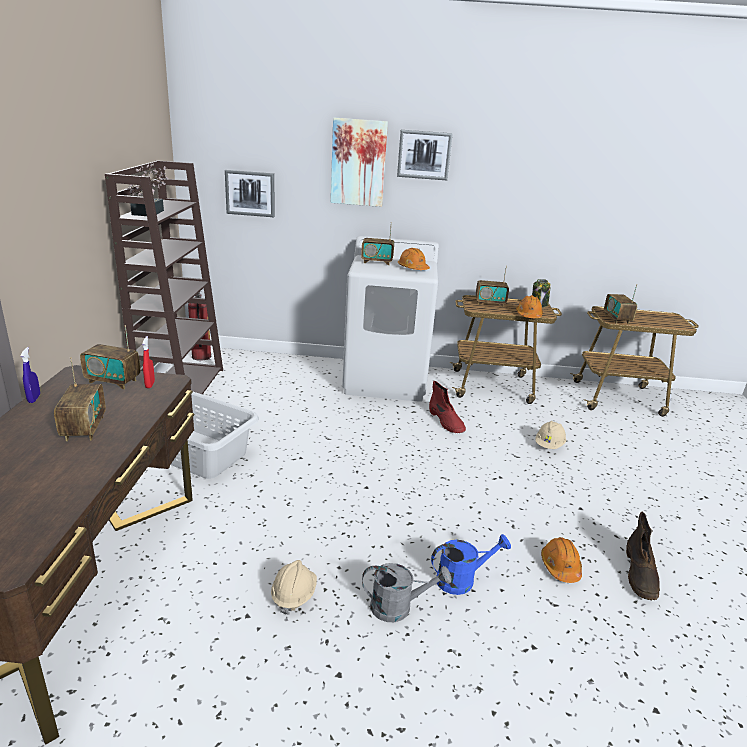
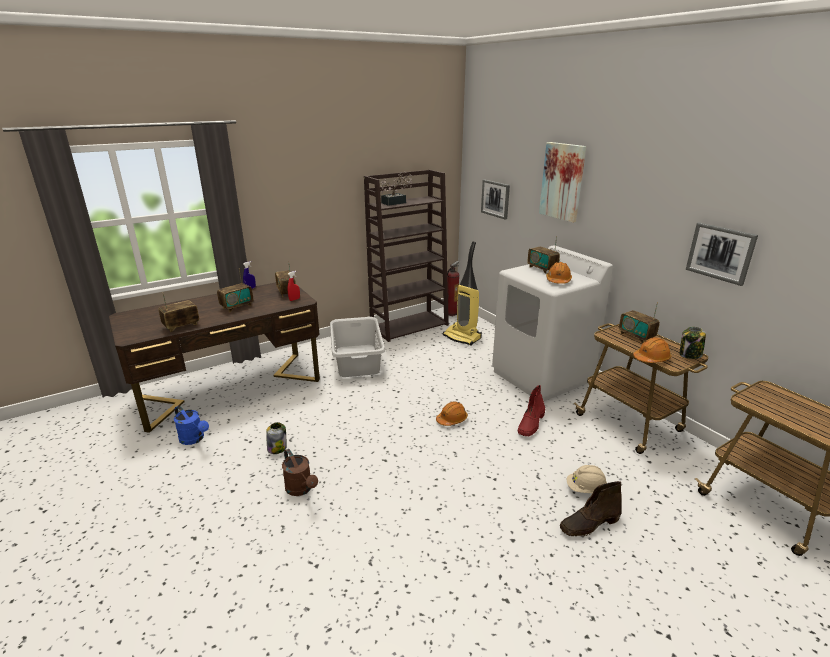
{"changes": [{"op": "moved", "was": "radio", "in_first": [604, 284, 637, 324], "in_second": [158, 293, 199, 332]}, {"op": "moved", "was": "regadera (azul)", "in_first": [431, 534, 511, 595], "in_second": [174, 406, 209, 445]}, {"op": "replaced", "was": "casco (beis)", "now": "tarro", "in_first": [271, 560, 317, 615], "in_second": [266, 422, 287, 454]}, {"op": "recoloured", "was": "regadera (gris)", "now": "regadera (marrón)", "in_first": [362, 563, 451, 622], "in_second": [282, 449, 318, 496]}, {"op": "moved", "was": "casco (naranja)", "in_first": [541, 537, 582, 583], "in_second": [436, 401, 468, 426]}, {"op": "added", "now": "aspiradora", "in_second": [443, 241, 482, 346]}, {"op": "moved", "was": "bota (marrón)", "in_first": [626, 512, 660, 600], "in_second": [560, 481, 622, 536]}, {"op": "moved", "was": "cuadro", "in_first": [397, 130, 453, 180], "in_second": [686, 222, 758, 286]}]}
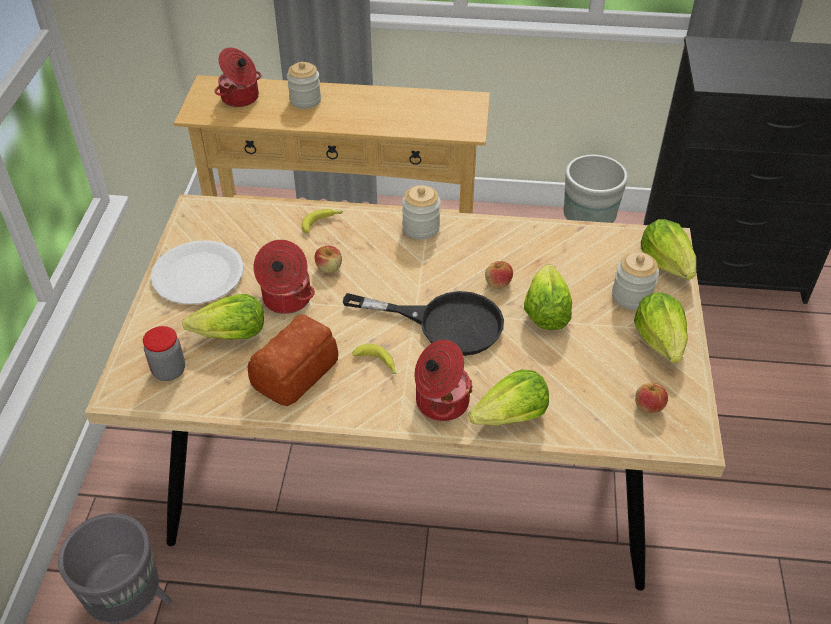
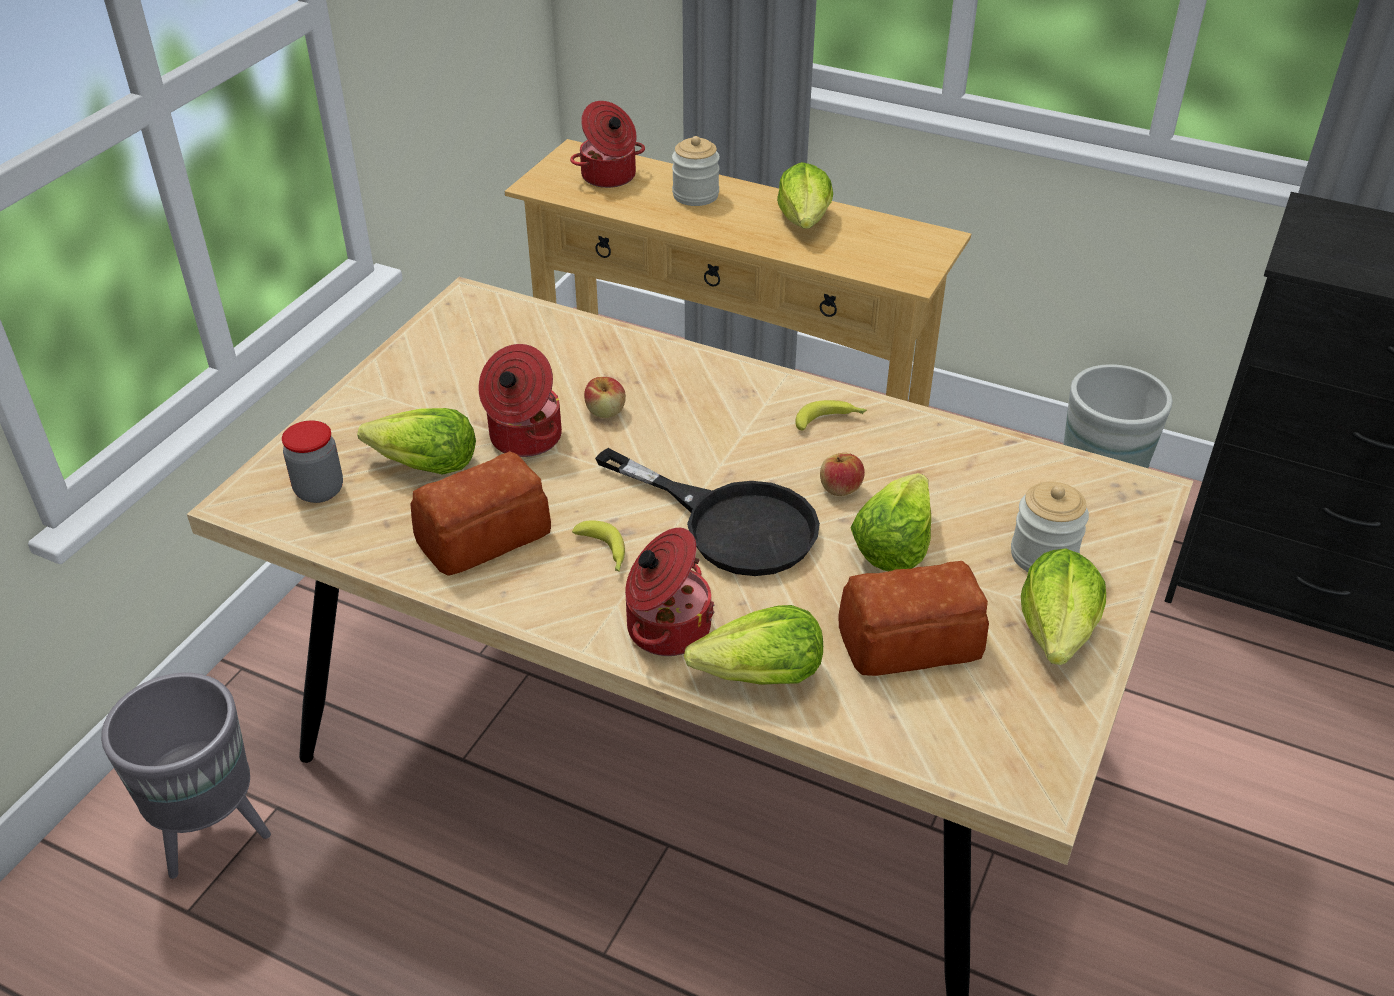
{"changes": [{"op": "moved", "was": "lechuga", "in_first": [641, 219, 696, 280], "in_second": [777, 162, 833, 229]}, {"op": "moved", "was": "plátano", "in_first": [302, 209, 343, 233], "in_second": [795, 400, 867, 431]}, {"op": "added", "now": "pan", "in_second": [838, 561, 989, 676]}, {"op": "removed", "was": "plato (blanco)", "in_first": [151, 240, 244, 305]}, {"op": "removed", "was": "tarro", "in_first": [402, 185, 441, 239]}, {"op": "removed", "was": "manzana", "in_first": [635, 383, 668, 413]}]}
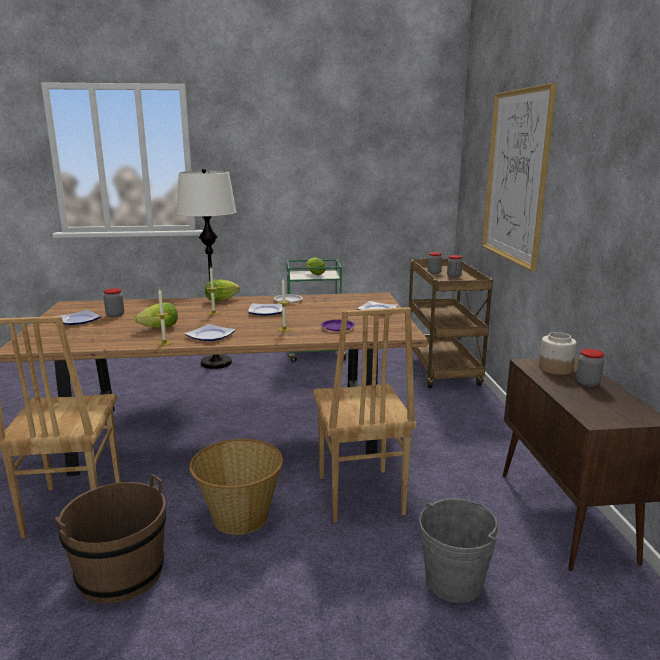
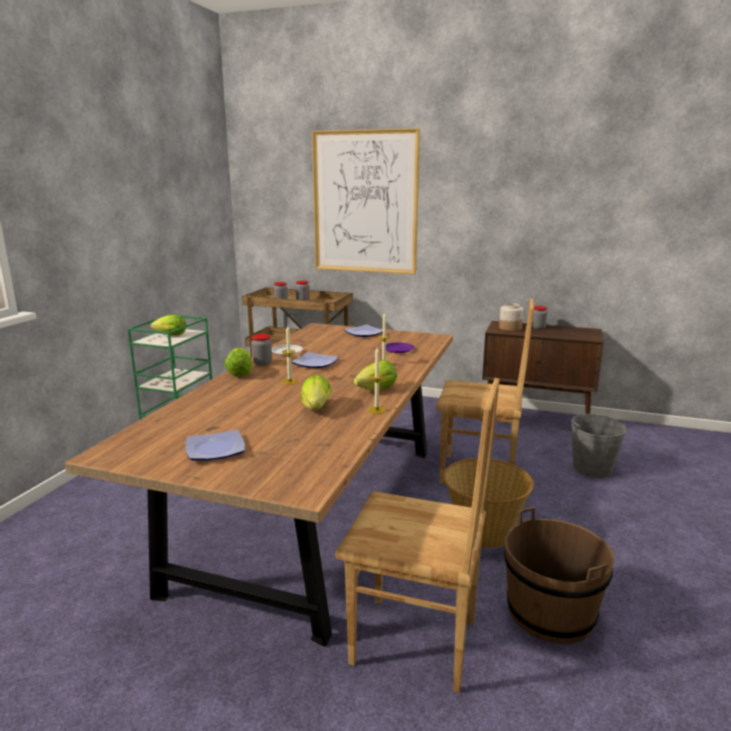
{"changes": [{"op": "moved", "was": "tarro", "in_first": [103, 288, 124, 317], "in_second": [251, 334, 272, 366]}, {"op": "replaced", "was": "plato", "now": "lechuga", "in_first": [185, 324, 236, 341], "in_second": [354, 360, 397, 390]}, {"op": "removed", "was": "lámpara de pie (blanco)", "in_first": [176, 169, 236, 369]}]}
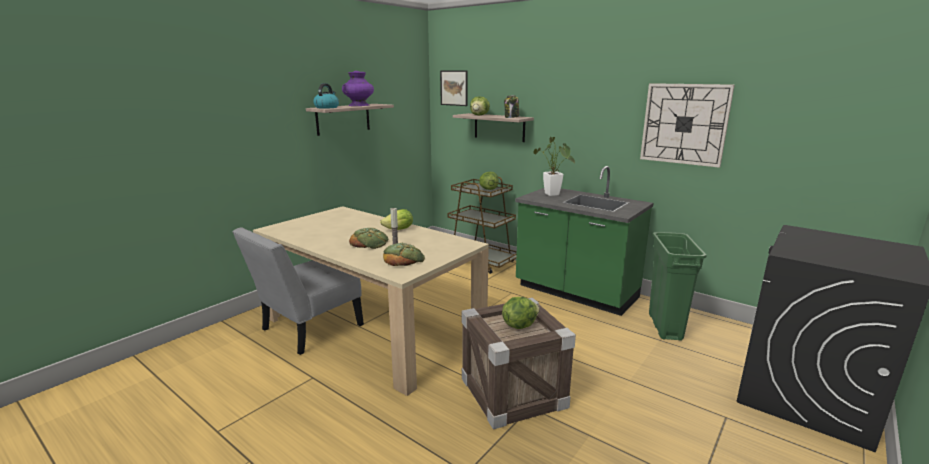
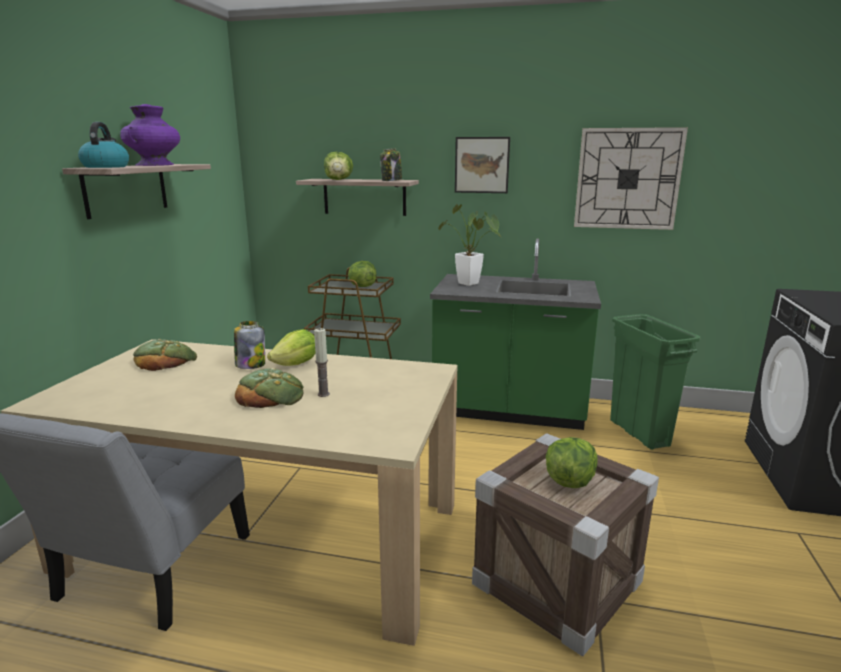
{"changes": [{"op": "moved", "was": "pan", "in_first": [383, 242, 425, 266], "in_second": [133, 339, 197, 371]}, {"op": "added", "now": "tarro", "in_second": [234, 321, 265, 369]}, {"op": "moved", "was": "cuadro", "in_first": [440, 70, 467, 106], "in_second": [455, 137, 510, 193]}]}
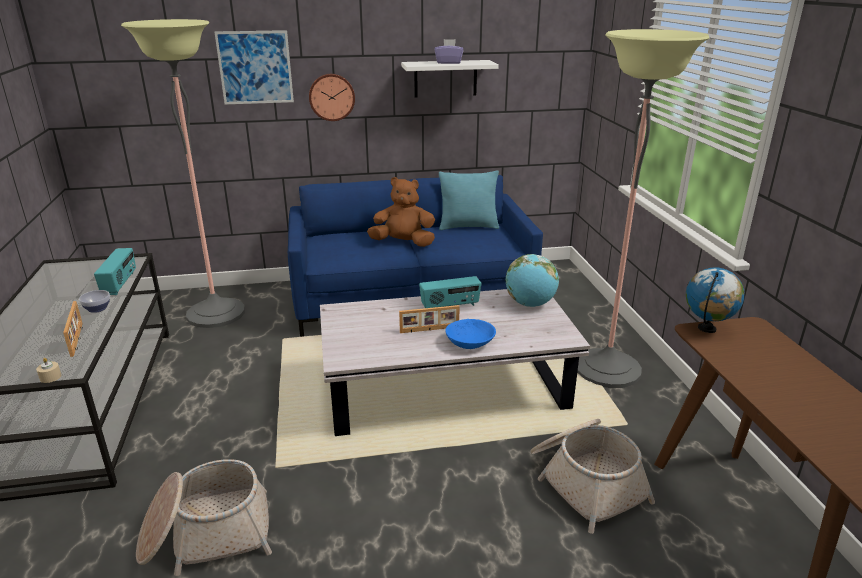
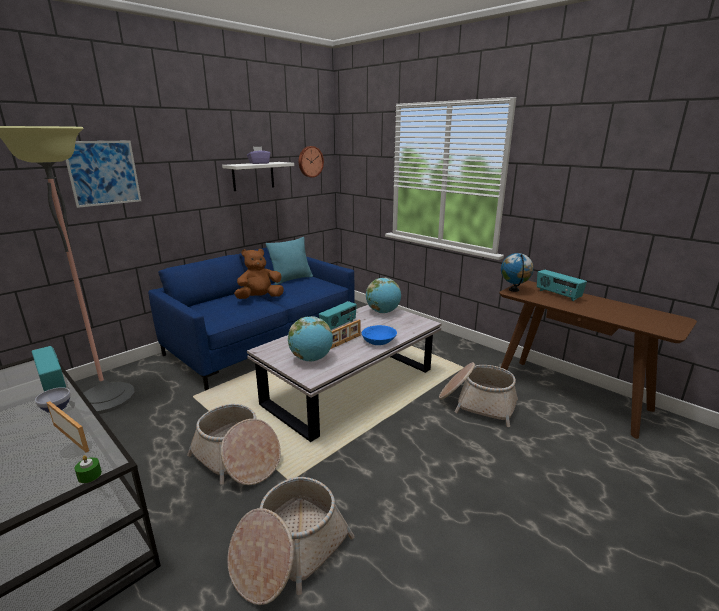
{"changes": [{"op": "recoloured", "was": "vela (beis)", "now": "vela (verde)", "in_first": [36, 358, 61, 383], "in_second": [74, 455, 102, 483]}, {"op": "added", "now": "cesta", "in_second": [187, 404, 281, 485]}, {"op": "added", "now": "globo terráqueo", "in_second": [288, 316, 333, 361]}, {"op": "moved", "was": "reloj de pared", "in_first": [309, 74, 355, 121], "in_second": [299, 146, 324, 178]}, {"op": "added", "now": "radio", "in_second": [537, 270, 587, 301]}, {"op": "removed", "was": "lámpara de pie", "in_first": [577, 29, 709, 388]}]}
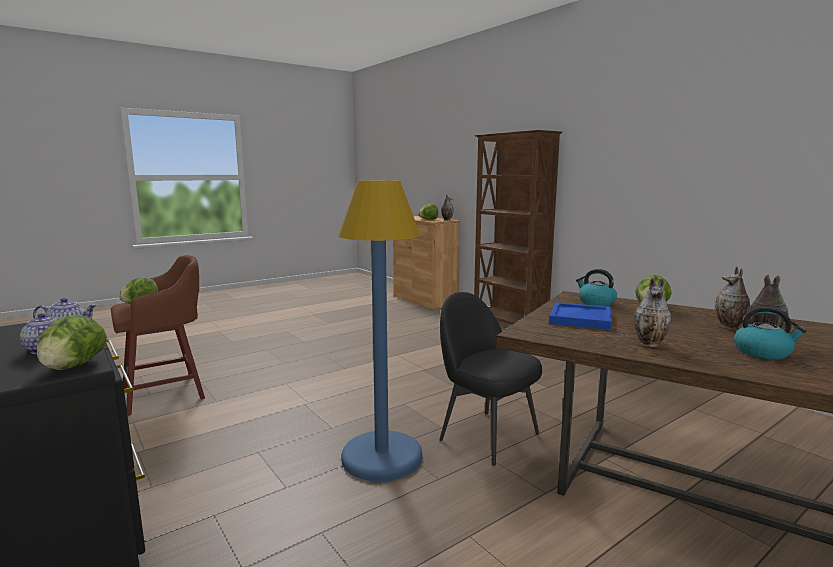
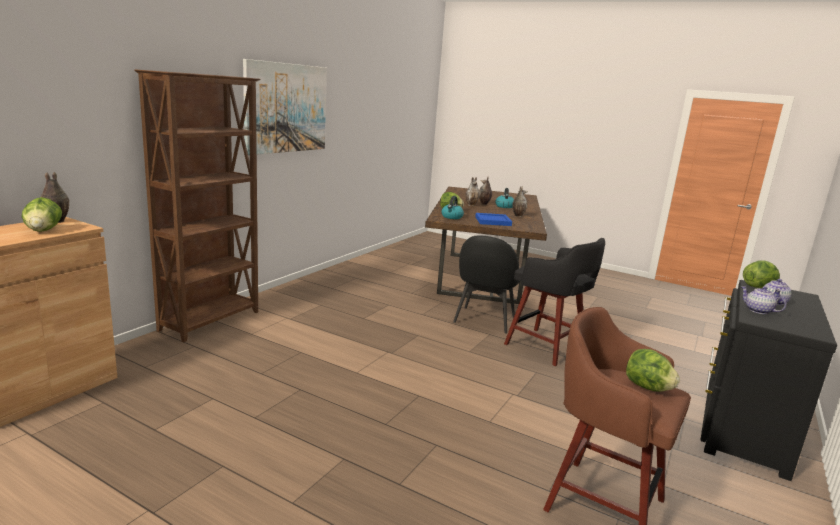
{"changes": [{"op": "added", "now": "cuadro", "in_second": [243, 59, 327, 155]}, {"op": "replaced", "was": "lámpara de pie (azul)", "now": "taburete (negro)", "in_first": [338, 180, 422, 481], "in_second": [504, 238, 605, 366]}]}
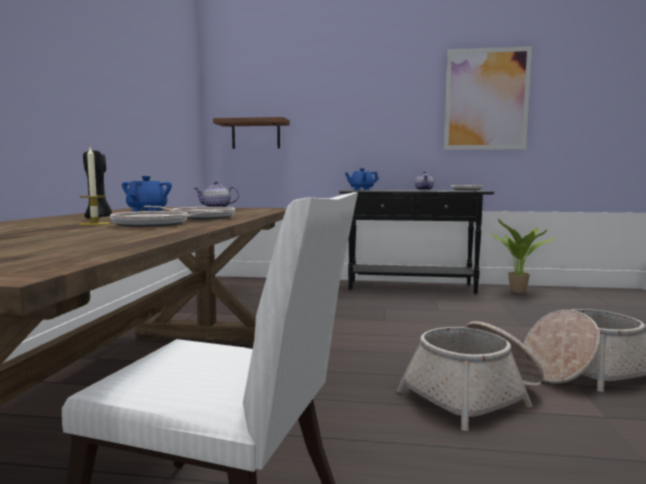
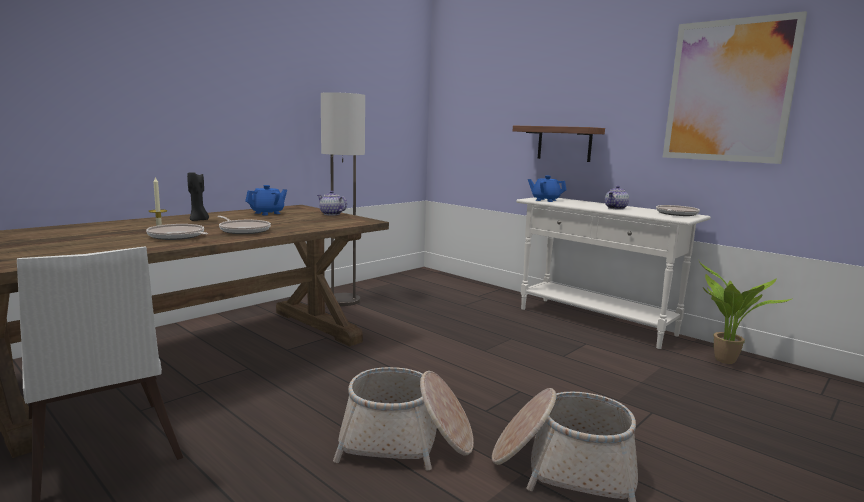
{"changes": [{"op": "added", "now": "lámpara de pie", "in_second": [321, 92, 365, 306]}, {"op": "moved", "was": "estante", "in_first": [213, 117, 290, 149], "in_second": [513, 126, 605, 162]}, {"op": "recoloured", "was": "mesa consola (negro)", "now": "mesa consola (blanco)", "in_first": [339, 190, 494, 294], "in_second": [516, 197, 711, 349]}]}
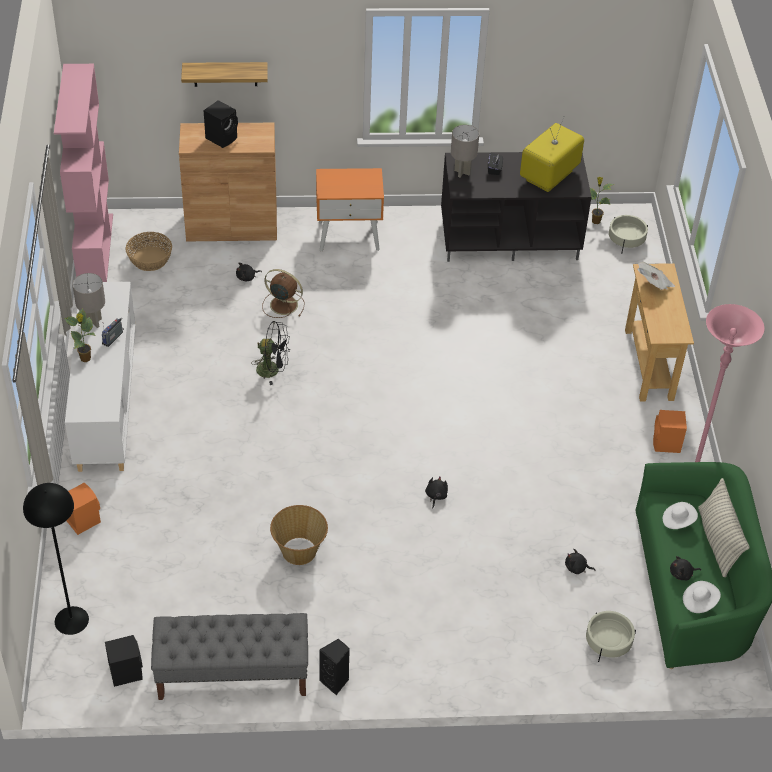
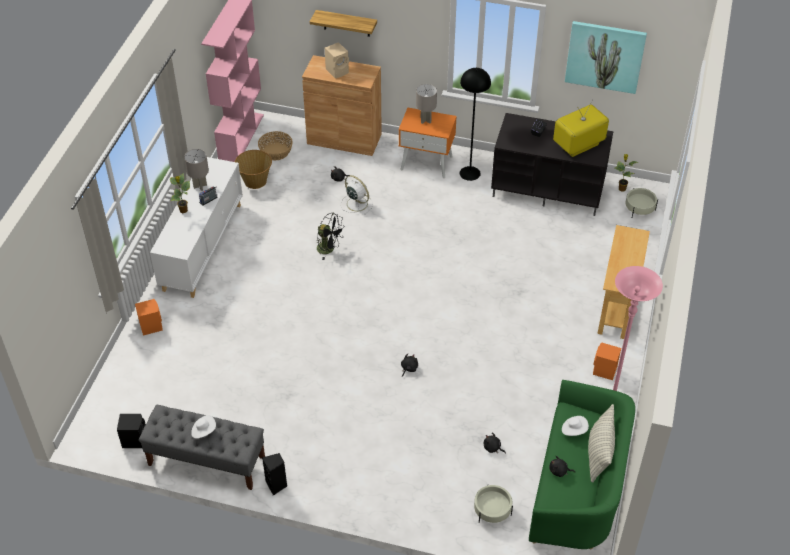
{"changes": [{"op": "moved", "was": "sombrero (blanco)", "in_first": [683, 581, 721, 613], "in_second": [191, 415, 216, 438]}, {"op": "moved", "was": "cesta", "in_first": [270, 505, 328, 565], "in_second": [235, 150, 272, 189]}, {"op": "recoloured", "was": "altavoz (negro)", "now": "altavoz (beis)", "in_first": [204, 100, 238, 148], "in_second": [325, 42, 349, 78]}, {"op": "recoloured", "was": "ventilador (marrón)", "now": "ventilador (blanco)", "in_first": [262, 269, 305, 318], "in_second": [340, 175, 373, 215]}, {"op": "moved", "was": "lámpara de mesa (gris)", "in_first": [451, 125, 479, 177], "in_second": [416, 84, 437, 124]}, {"op": "moved", "was": "lámpara de pie (negro)", "in_first": [23, 483, 89, 635], "in_second": [460, 68, 491, 181]}, {"op": "added", "now": "cuadro", "in_second": [565, 21, 647, 94]}, {"op": "removed", "was": "periódico", "in_first": [637, 262, 675, 290]}]}
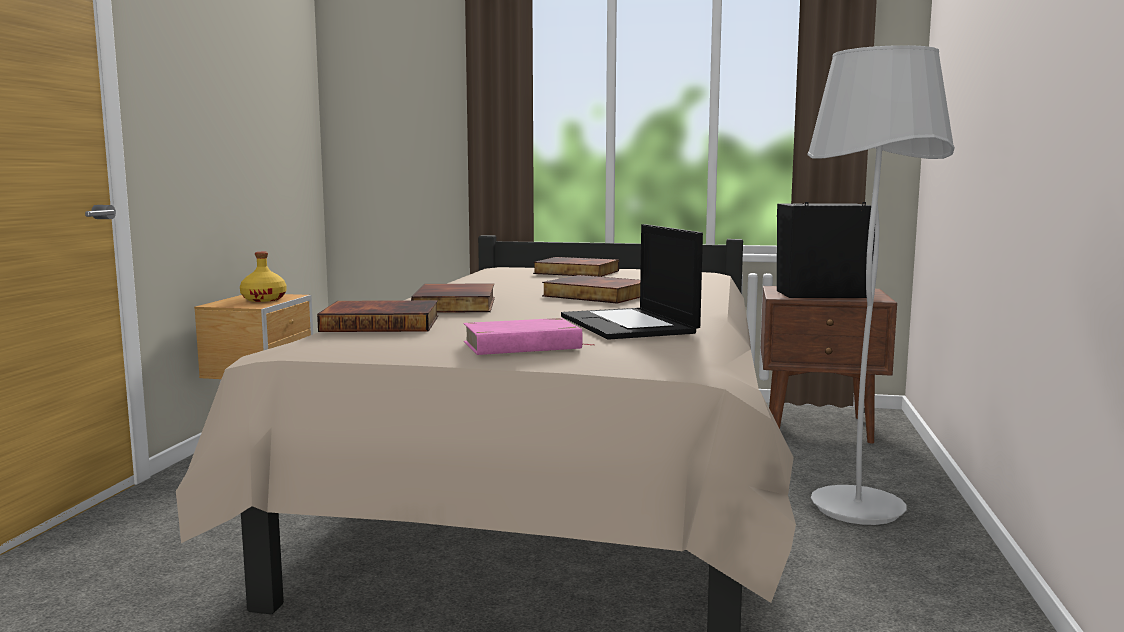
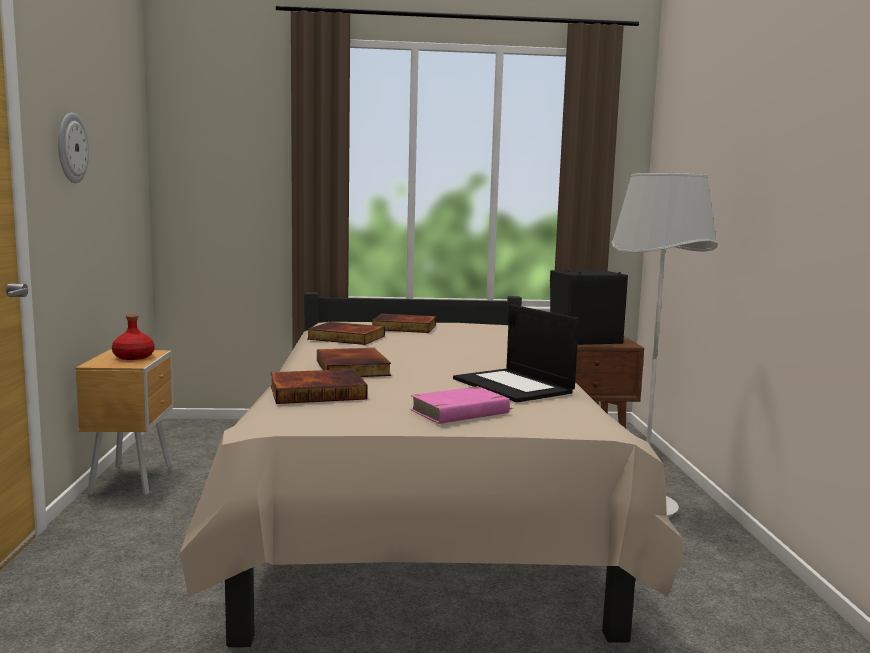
{"changes": [{"op": "added", "now": "reloj de pared", "in_second": [58, 113, 89, 183]}, {"op": "recoloured", "was": "botella (amarillo)", "now": "botella (rojo)", "in_first": [240, 252, 287, 302], "in_second": [112, 315, 155, 360]}, {"op": "moved", "was": "libro", "in_first": [542, 275, 640, 304], "in_second": [307, 322, 385, 345]}]}
